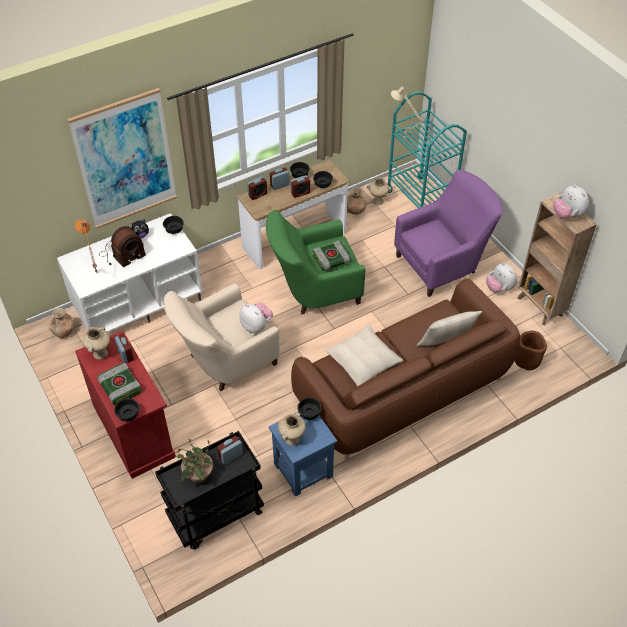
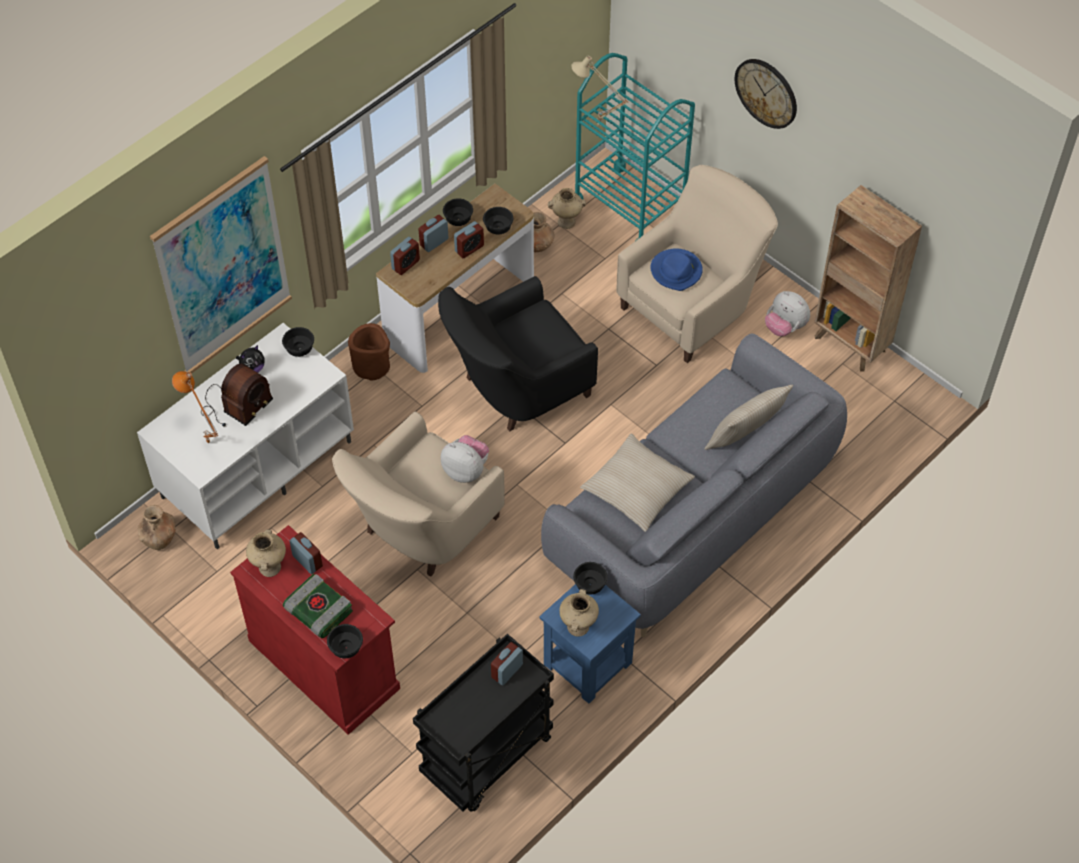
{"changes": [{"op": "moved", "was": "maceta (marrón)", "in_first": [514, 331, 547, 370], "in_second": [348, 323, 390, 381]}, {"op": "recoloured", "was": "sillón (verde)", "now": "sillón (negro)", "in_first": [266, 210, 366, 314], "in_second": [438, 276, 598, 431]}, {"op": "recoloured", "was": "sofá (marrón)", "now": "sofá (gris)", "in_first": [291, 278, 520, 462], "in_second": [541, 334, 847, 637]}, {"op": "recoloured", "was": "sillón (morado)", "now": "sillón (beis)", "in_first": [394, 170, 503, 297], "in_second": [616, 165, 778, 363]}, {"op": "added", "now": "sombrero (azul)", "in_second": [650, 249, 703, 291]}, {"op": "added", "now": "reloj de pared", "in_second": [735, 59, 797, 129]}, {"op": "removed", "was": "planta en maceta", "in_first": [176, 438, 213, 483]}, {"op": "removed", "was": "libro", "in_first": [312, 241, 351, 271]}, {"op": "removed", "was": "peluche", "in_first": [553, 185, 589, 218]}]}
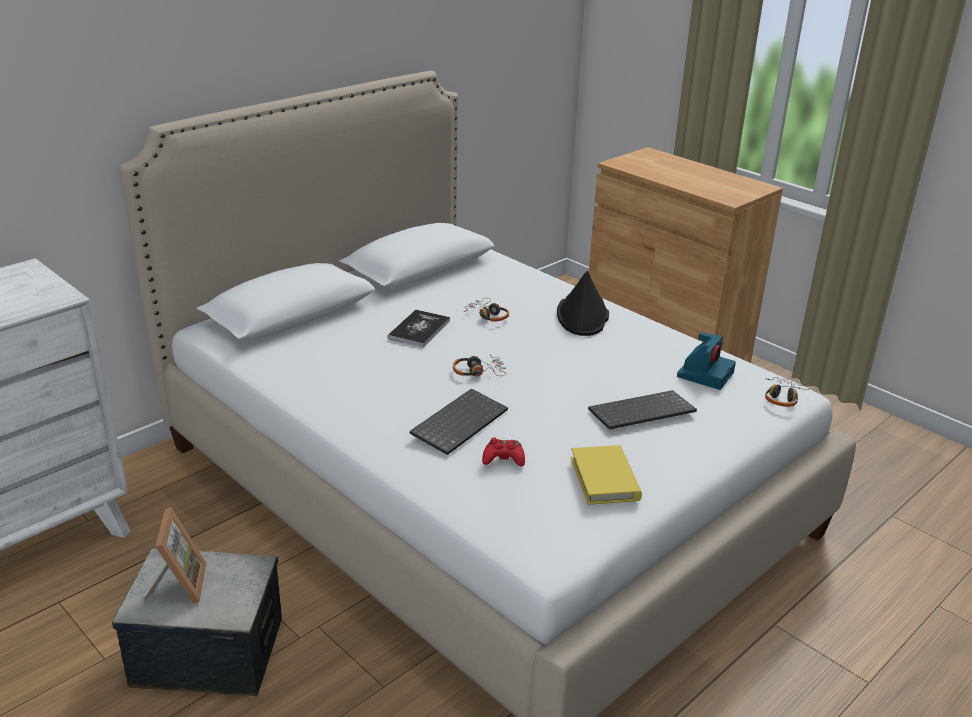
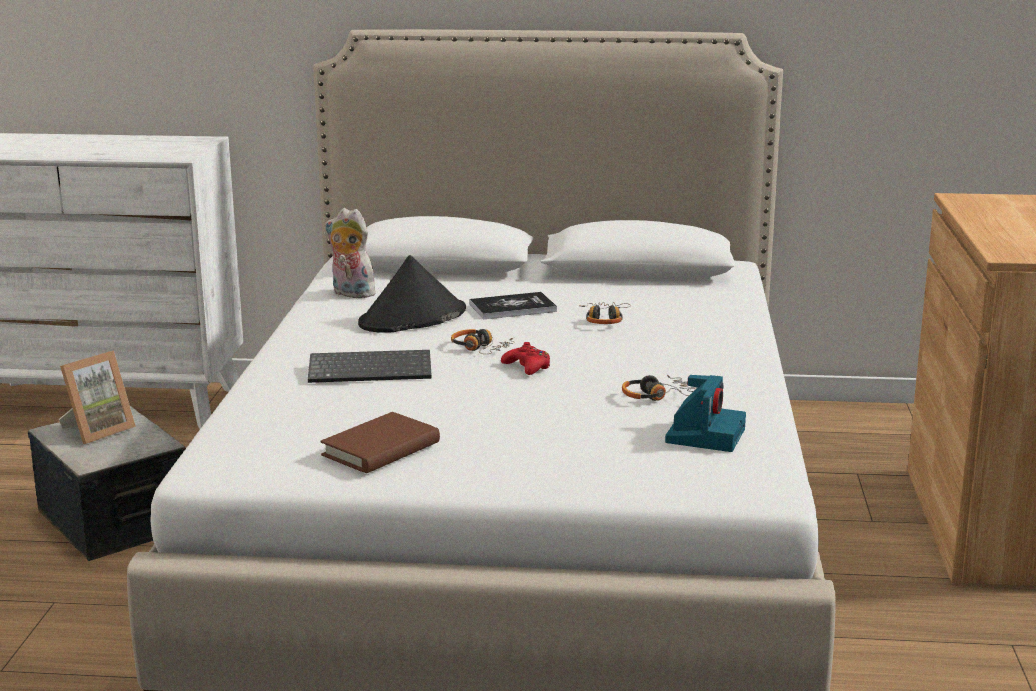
{"changes": [{"op": "recoloured", "was": "libro (amarillo)", "now": "libro (marrón)", "in_first": [571, 445, 642, 505], "in_second": [320, 412, 440, 473]}, {"op": "added", "now": "peluche", "in_second": [325, 208, 376, 298]}, {"op": "moved", "was": "sombrero (negro)", "in_first": [557, 271, 609, 336], "in_second": [358, 255, 466, 333]}, {"op": "moved", "was": "mando de consola (rojo)", "in_first": [482, 437, 525, 467], "in_second": [501, 342, 550, 375]}, {"op": "moved", "was": "auriculares", "in_first": [765, 377, 811, 407], "in_second": [622, 375, 695, 401]}, {"op": "turned", "was": "cámara", "in_first": [677, 332, 736, 390], "in_second": [665, 375, 746, 452], "clockwise": -60}, {"op": "removed", "was": "teclado", "in_first": [588, 390, 697, 430]}]}
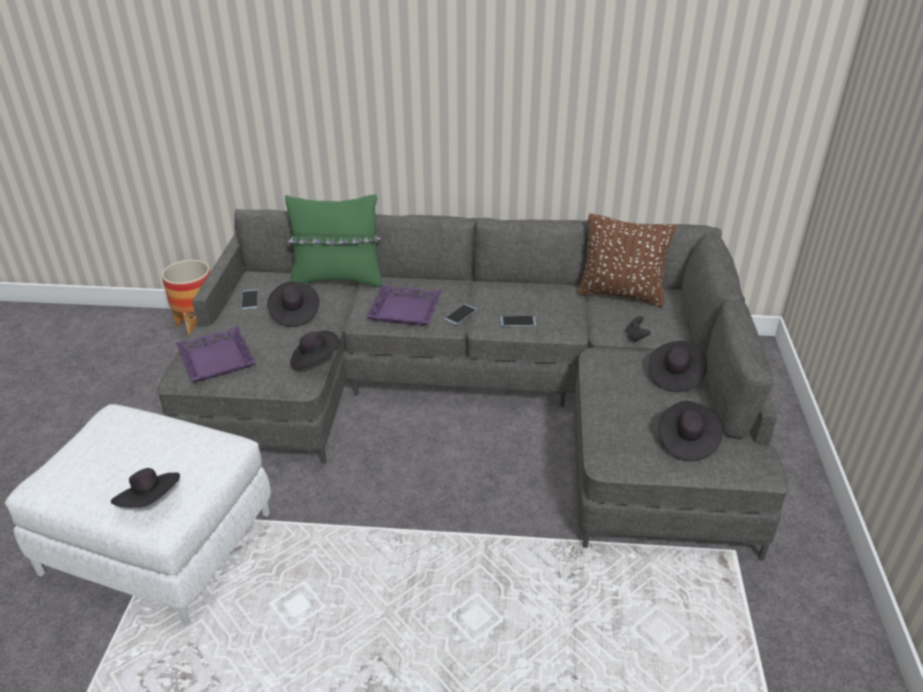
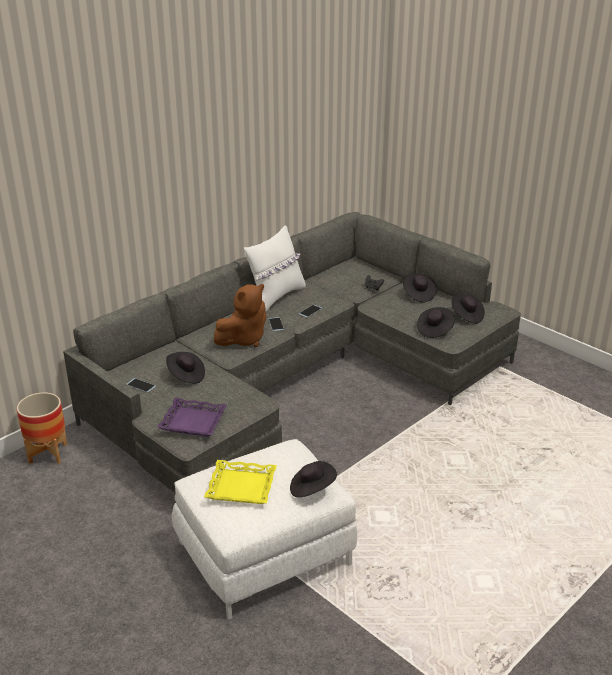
{"changes": [{"op": "added", "now": "bandeja (amarillo)", "in_second": [204, 460, 277, 504]}, {"op": "replaced", "was": "bandeja (morado)", "now": "peluche (marrón)", "in_first": [366, 285, 442, 326], "in_second": [214, 284, 267, 347]}, {"op": "added", "now": "cojín (blanco)", "in_second": [244, 225, 306, 311]}, {"op": "moved", "was": "sombrero (negro)", "in_first": [290, 331, 340, 369], "in_second": [417, 307, 455, 338]}, {"op": "removed", "was": "cojín (verde)", "in_first": [285, 194, 382, 287]}, {"op": "removed", "was": "cojín (marrón)", "in_first": [578, 213, 676, 307]}]}
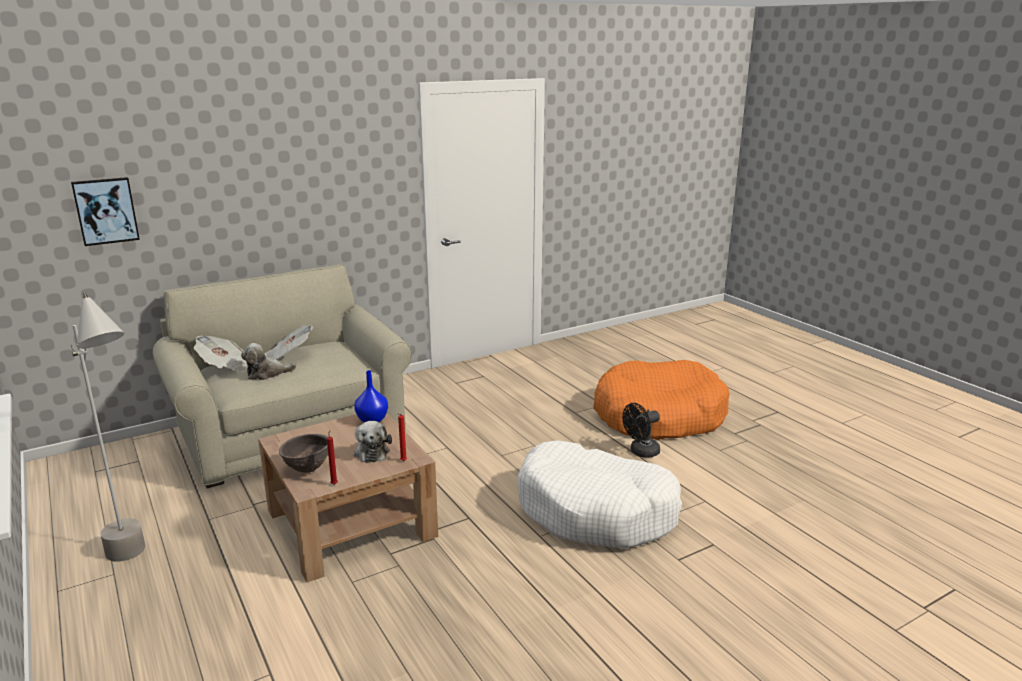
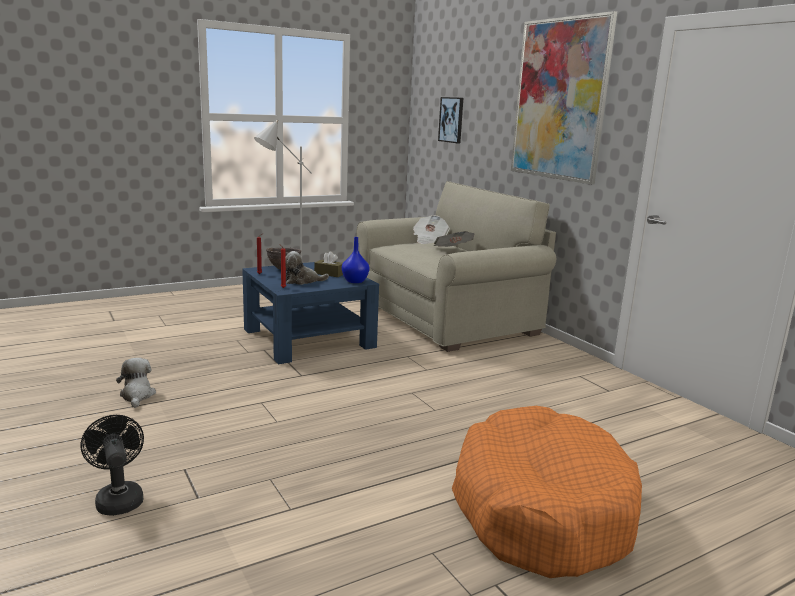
{"changes": [{"op": "moved", "was": "ventilador (negro)", "in_first": [623, 403, 660, 458], "in_second": [81, 415, 144, 516]}, {"op": "moved", "was": "peluche", "in_first": [241, 343, 296, 380], "in_second": [116, 358, 156, 408]}, {"op": "recoloured", "was": "mesa de centro (marrón)", "now": "mesa de centro (azul)", "in_first": [258, 413, 438, 582], "in_second": [242, 261, 379, 364]}, {"op": "added", "now": "caja de pañuelos (marrón)", "in_second": [314, 251, 343, 277]}, {"op": "added", "now": "cuadro", "in_second": [511, 11, 617, 185]}, {"op": "removed", "was": "cama para perro (blanco)", "in_first": [518, 440, 682, 549]}]}
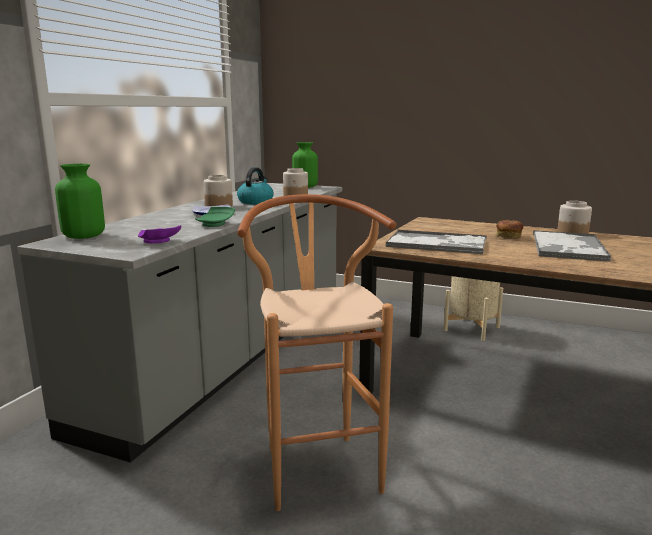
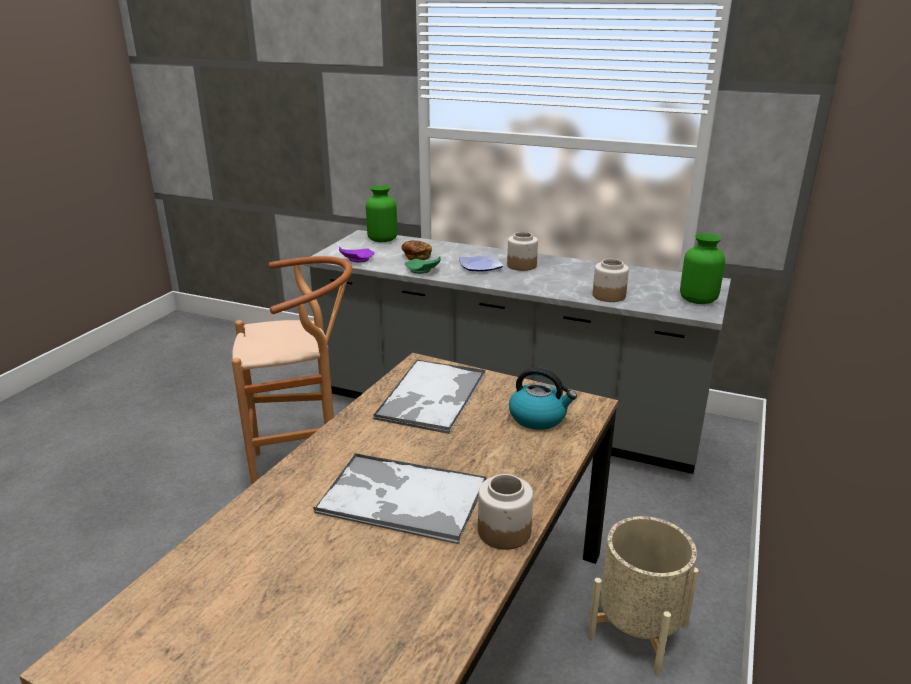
{"changes": [{"op": "moved", "was": "pan", "in_first": [496, 220, 523, 238], "in_second": [401, 241, 432, 260]}, {"op": "moved", "was": "hervidor", "in_first": [237, 167, 274, 204], "in_second": [509, 367, 577, 430]}]}
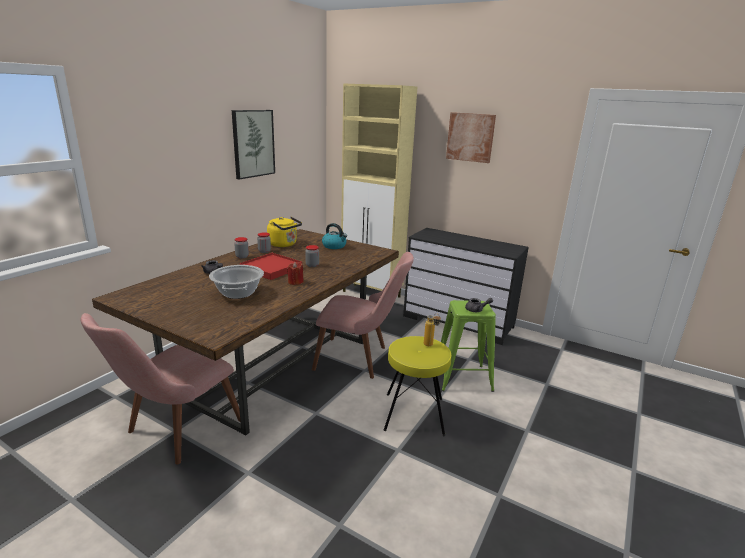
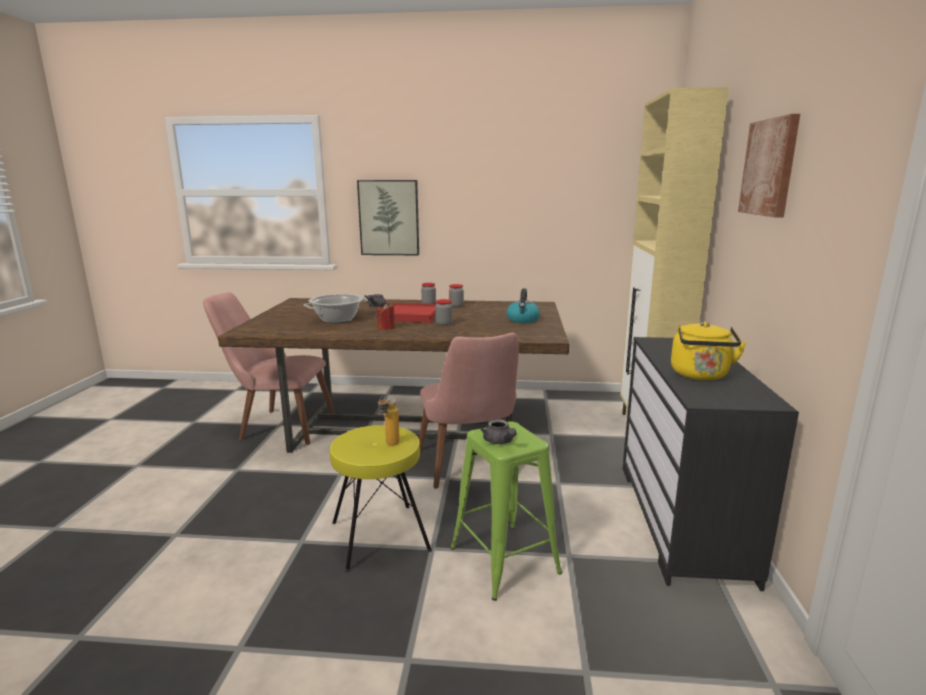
{"changes": [{"op": "moved", "was": "cuadro", "in_first": [232, 110, 275, 180], "in_second": [357, 180, 419, 255]}, {"op": "moved", "was": "hervidor (amarillo)", "in_first": [267, 217, 302, 247], "in_second": [671, 322, 746, 380]}]}
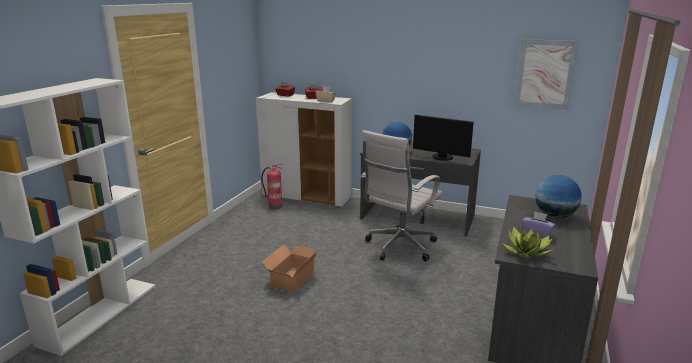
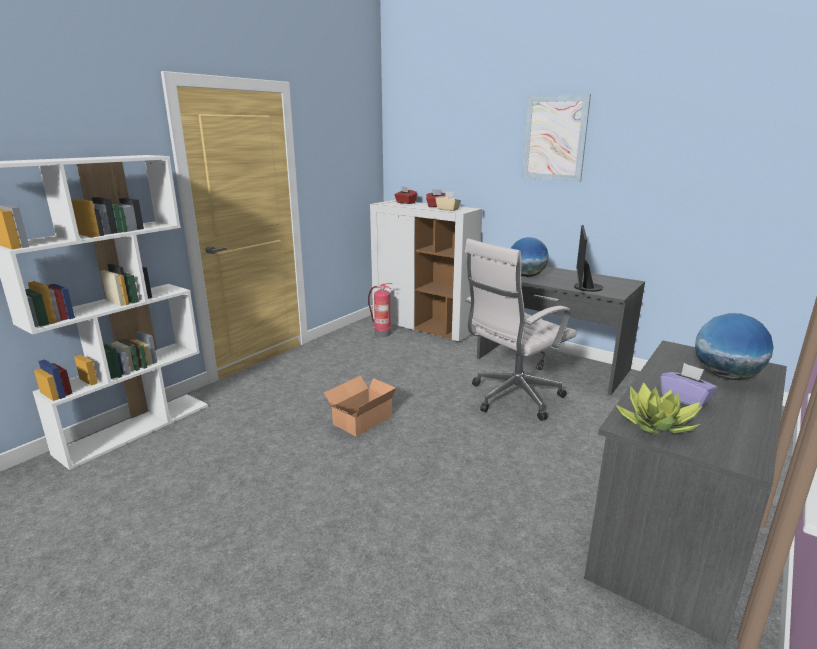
{"changes": [{"op": "moved", "was": "cuadro", "in_first": [514, 39, 579, 109], "in_second": [522, 94, 591, 182]}, {"op": "turned", "was": "monitor", "in_first": [413, 115, 474, 161], "in_second": [574, 225, 603, 292], "clockwise": 60}]}
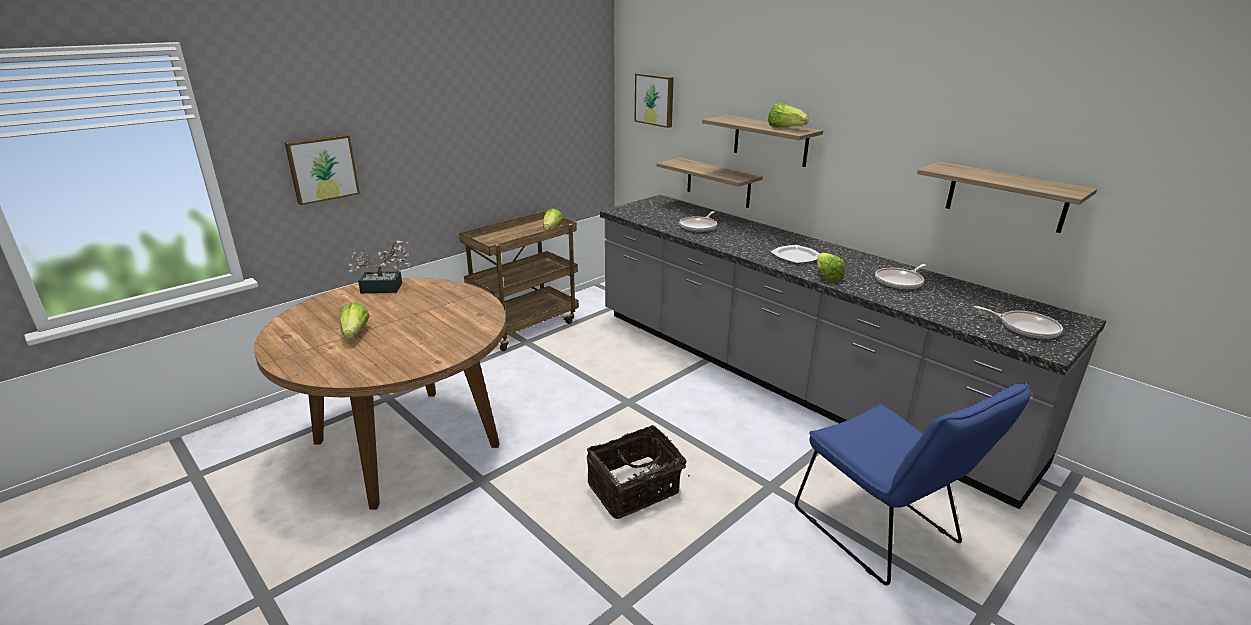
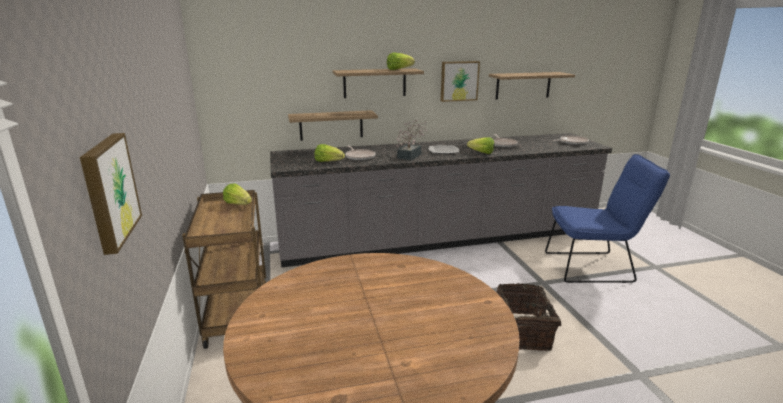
{"changes": [{"op": "moved", "was": "lechuga", "in_first": [340, 302, 369, 339], "in_second": [314, 144, 345, 162]}, {"op": "moved", "was": "planta en maceta", "in_first": [348, 240, 412, 293], "in_second": [396, 120, 427, 160]}, {"op": "moved", "was": "cuadro", "in_first": [635, 73, 674, 128], "in_second": [441, 61, 480, 102]}]}
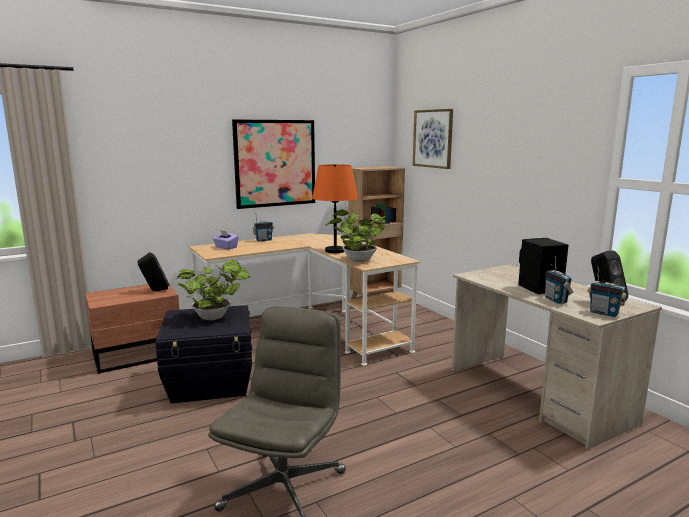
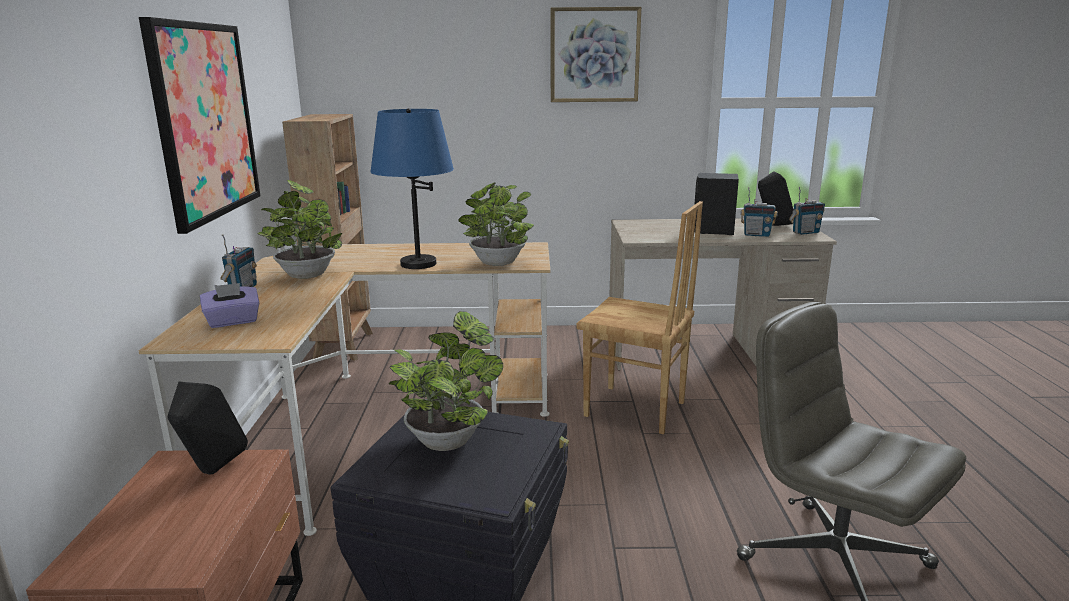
{"changes": [{"op": "added", "now": "planta en maceta", "in_second": [257, 180, 342, 279]}, {"op": "recoloured", "was": "lámpara de mesa (naranja)", "now": "lámpara de mesa (azul)", "in_first": [312, 164, 358, 253], "in_second": [370, 108, 454, 269]}, {"op": "moved", "was": "cuadro", "in_first": [413, 109, 453, 169], "in_second": [551, 7, 641, 102]}, {"op": "added", "now": "silla (marrón)", "in_second": [576, 201, 703, 434]}]}
